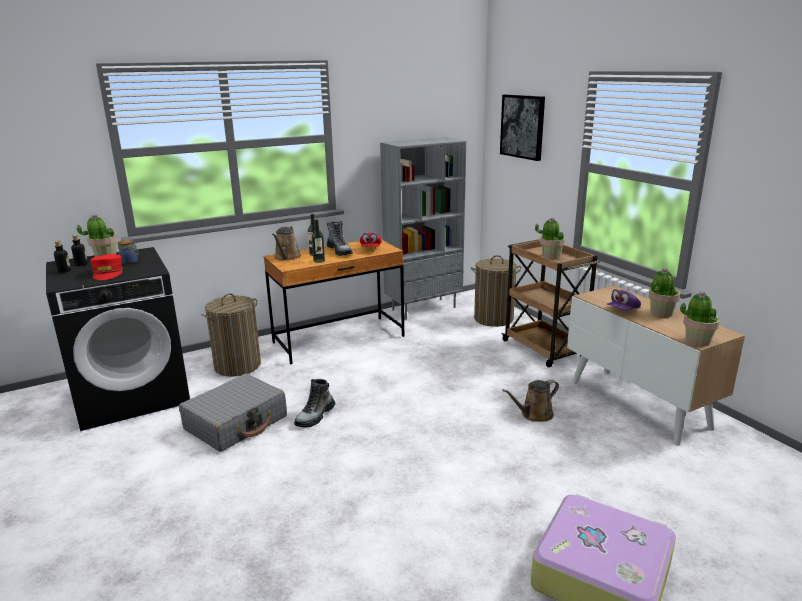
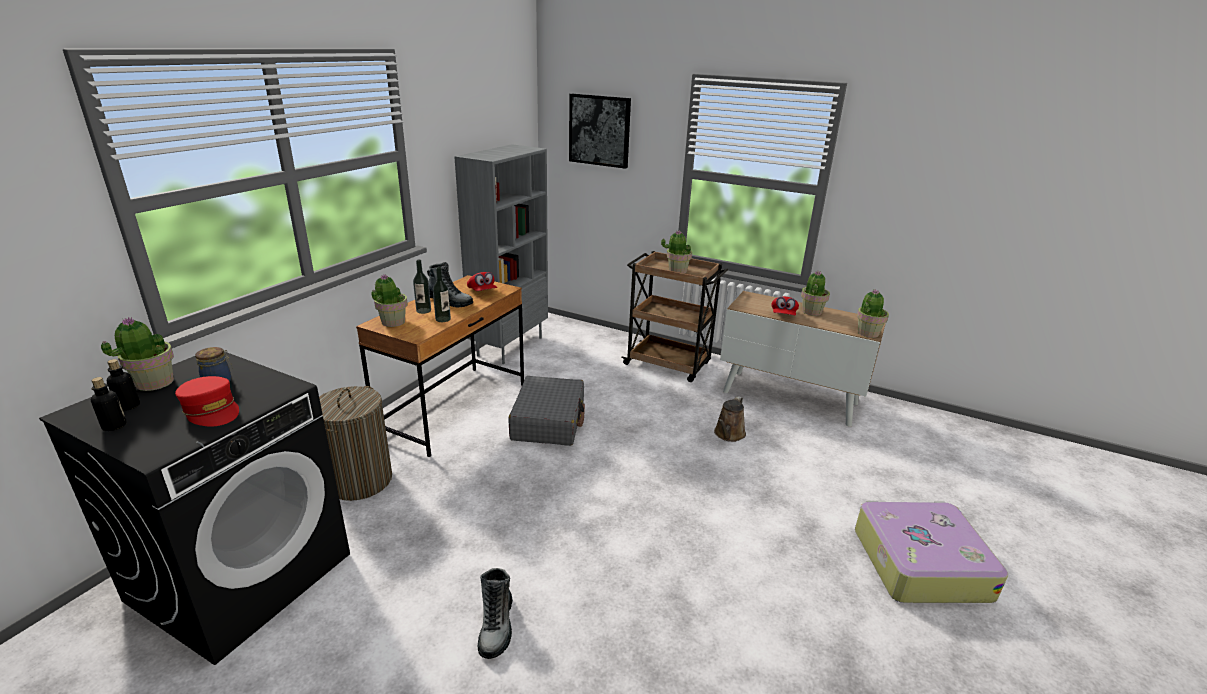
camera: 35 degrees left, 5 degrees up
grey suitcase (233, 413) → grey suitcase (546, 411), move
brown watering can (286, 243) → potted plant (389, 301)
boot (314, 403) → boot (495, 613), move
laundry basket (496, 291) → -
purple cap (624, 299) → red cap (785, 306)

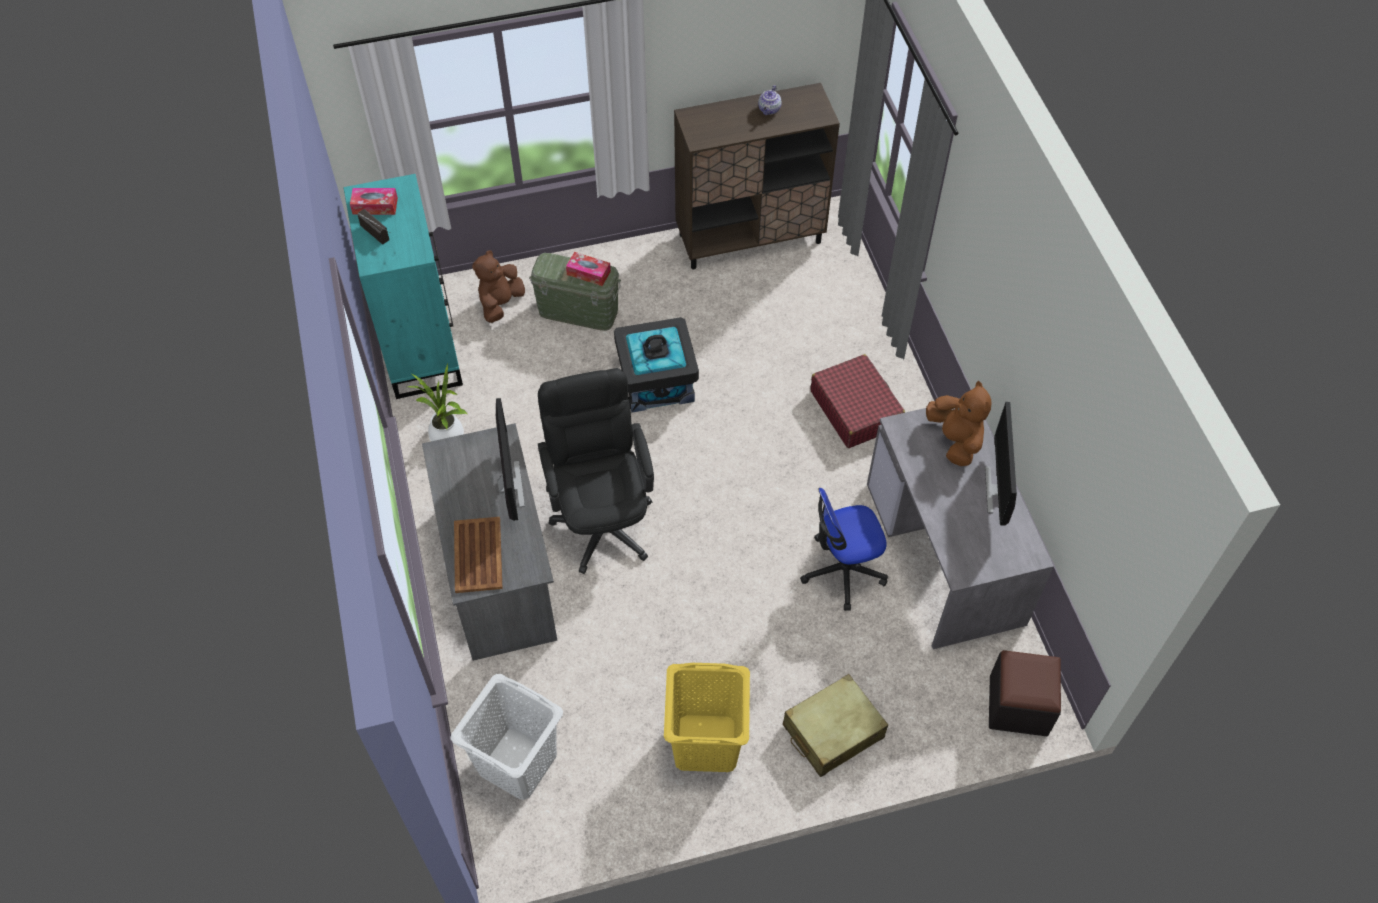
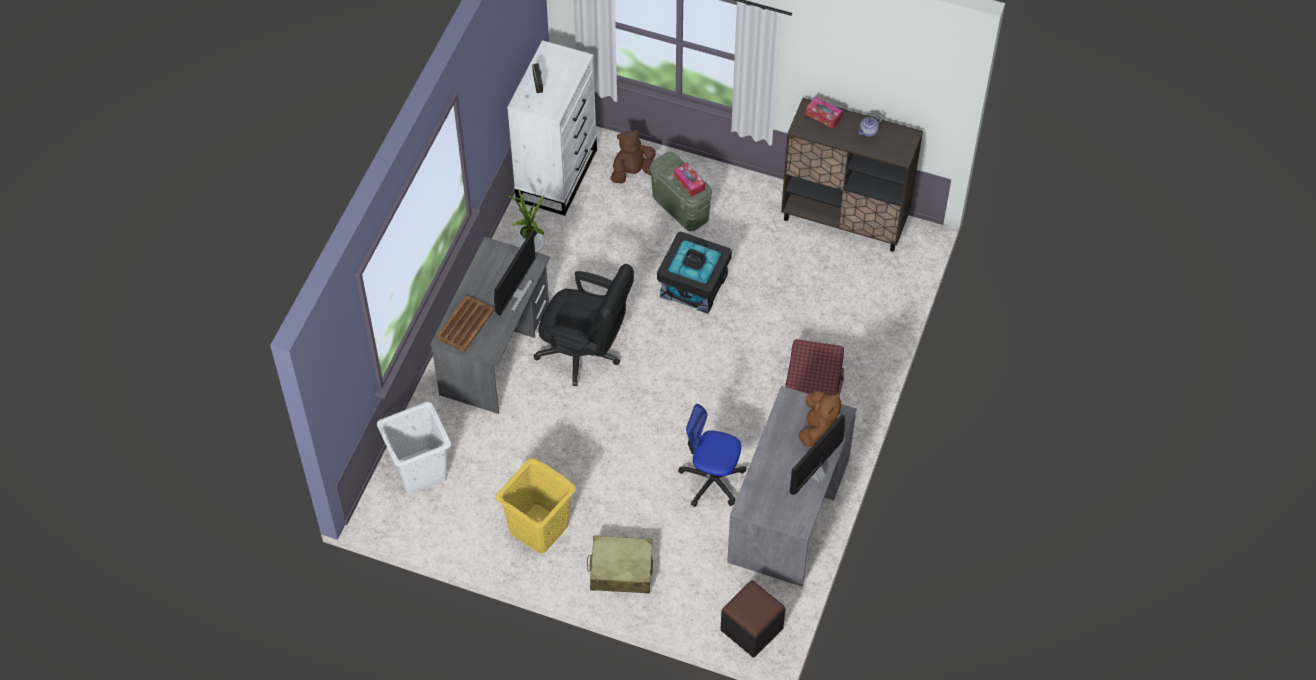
camera: 35 degrees right, 0 degrees up
turquoise dresser (403, 286) → white dresser (552, 128)
tissue box (374, 201) → tissue box (824, 112), move
black office chair (596, 471) → black office chair (583, 325), 90 degrees clockwise

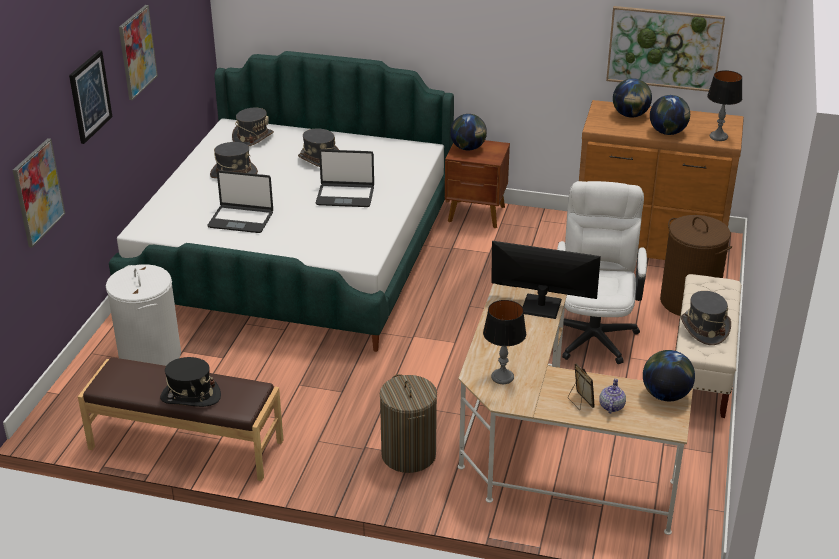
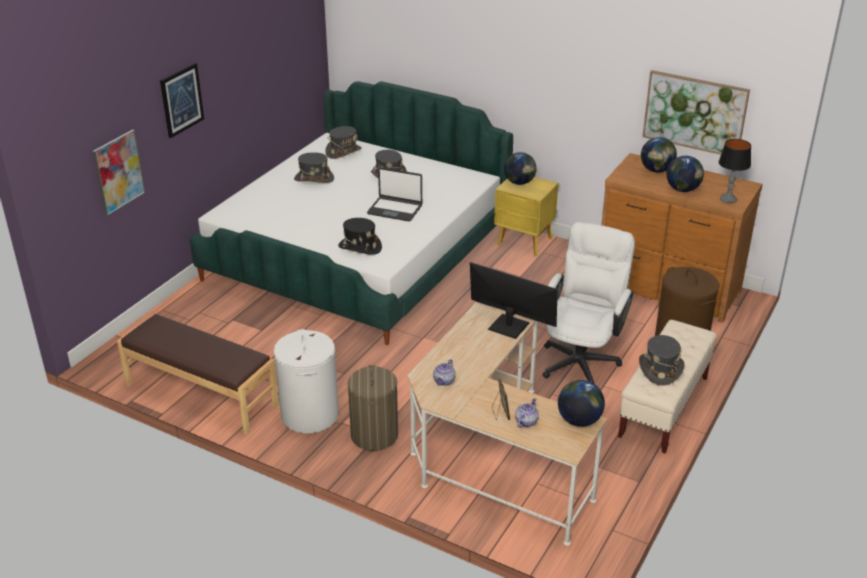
camera: 15 degrees right, 0 degrees up
white laundry basket (143, 315) → white laundry basket (306, 381), move
picture (138, 52) → -
black hat (190, 382) → black hat (360, 236), move
laptop (240, 201) → -
brown nightstand (477, 184) → yellow nightstand (526, 216)
table lamp (504, 342) → teapot (444, 372)

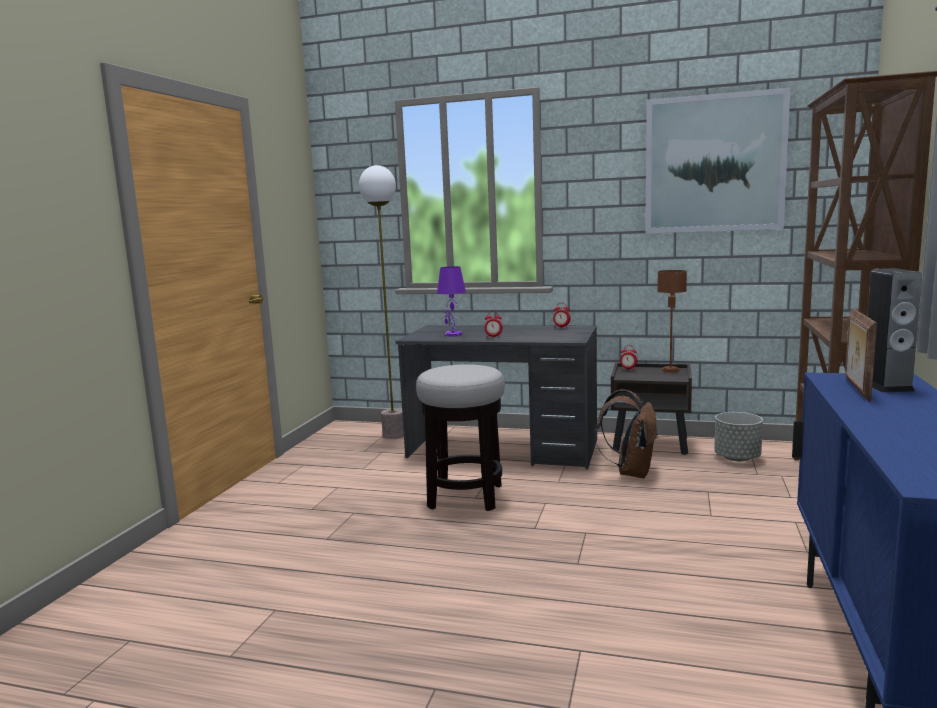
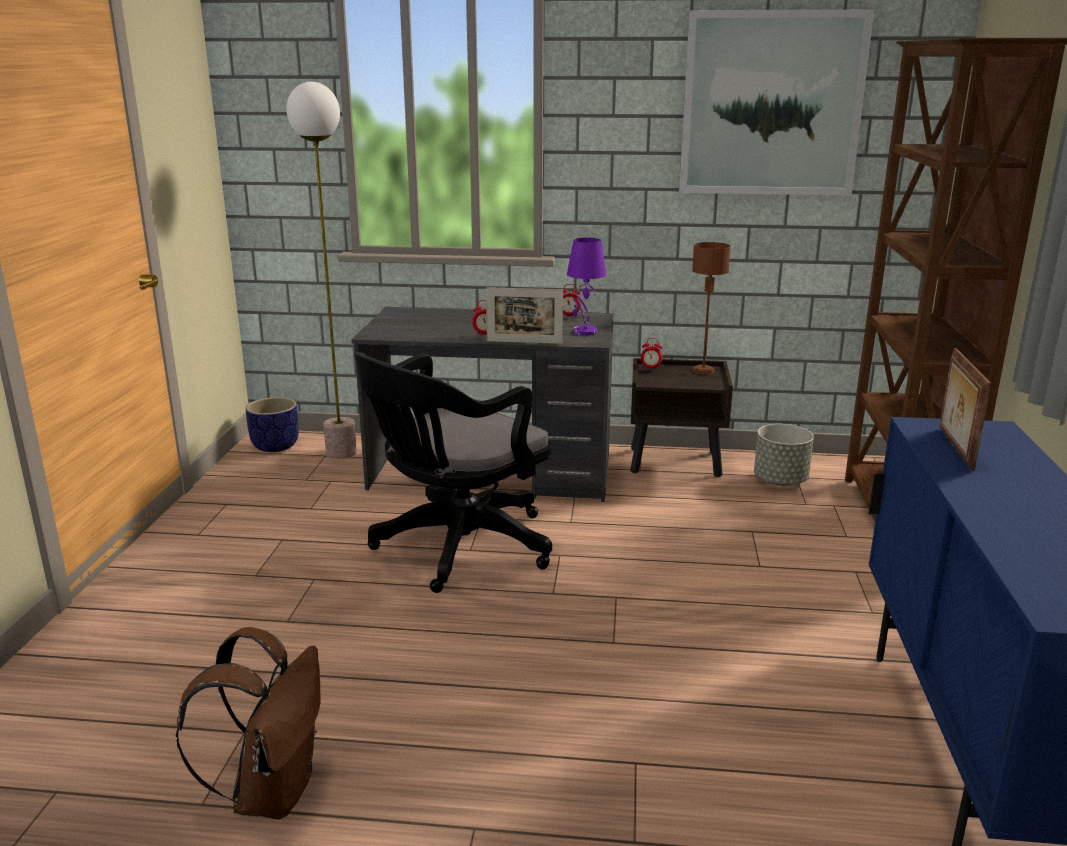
camera: 10 degrees left, 10 degrees up
stool (460, 437) → black office chair (453, 472)
purple table lamp (451, 301) → purple table lamp (587, 286), move
brown backpack (626, 434) → brown backpack (248, 723), move
speaker (895, 330) → -
- → planter (272, 424)
- → picture frame (524, 315)

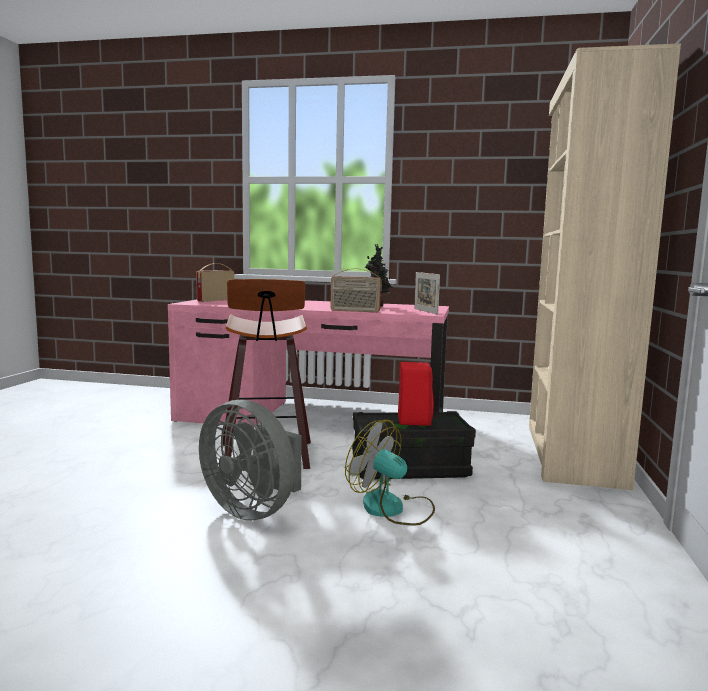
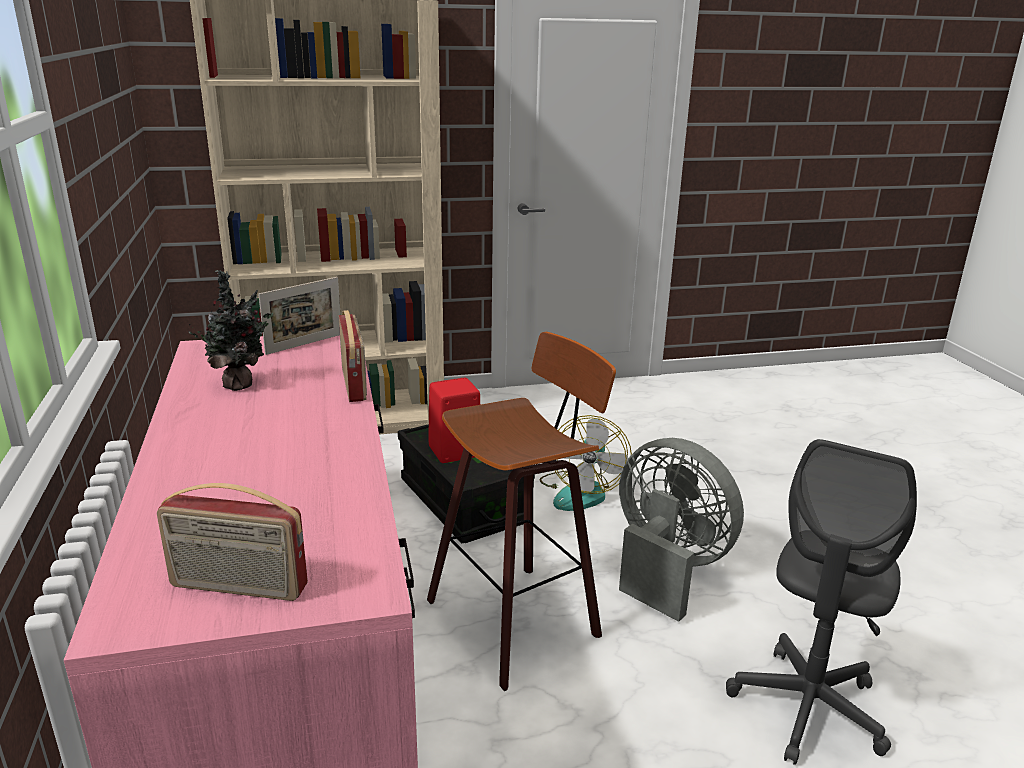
camera: 115 degrees left, 15 degrees up
grey fan (250, 459) → grey fan (681, 530), 60 degrees counterclockwise
- → grey office chair (821, 602)

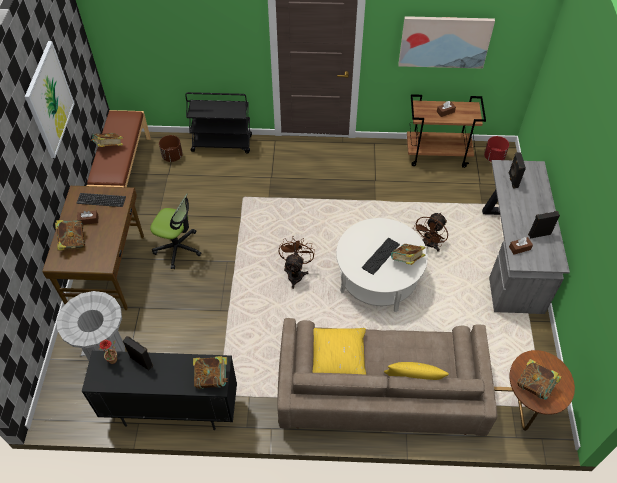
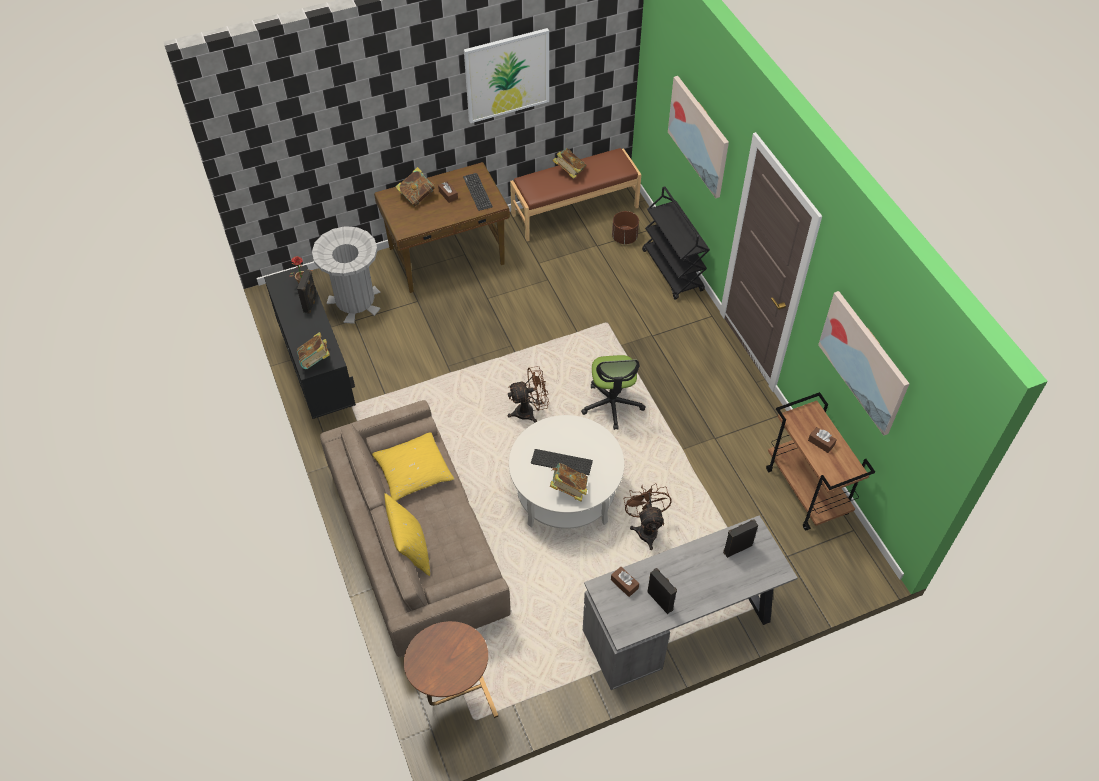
camera: 65 degrees right, 0 degrees up
office chair (175, 231) → office chair (613, 392), move
brown fan (430, 232) → brown fan (648, 516), 75 degrees clockwise
red planter (496, 149) → -
book (539, 379) → -
- → picture (698, 137)

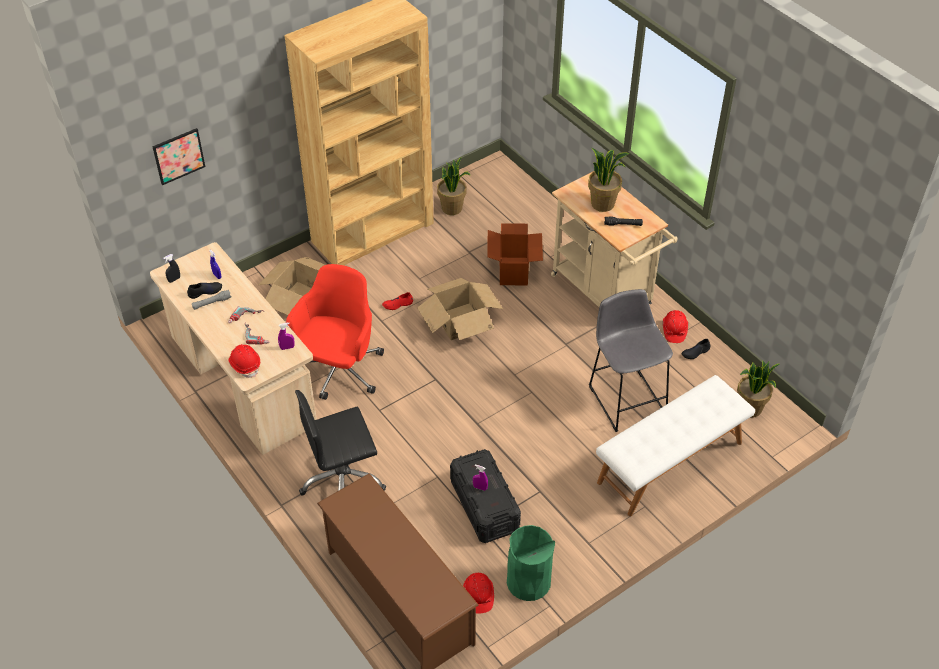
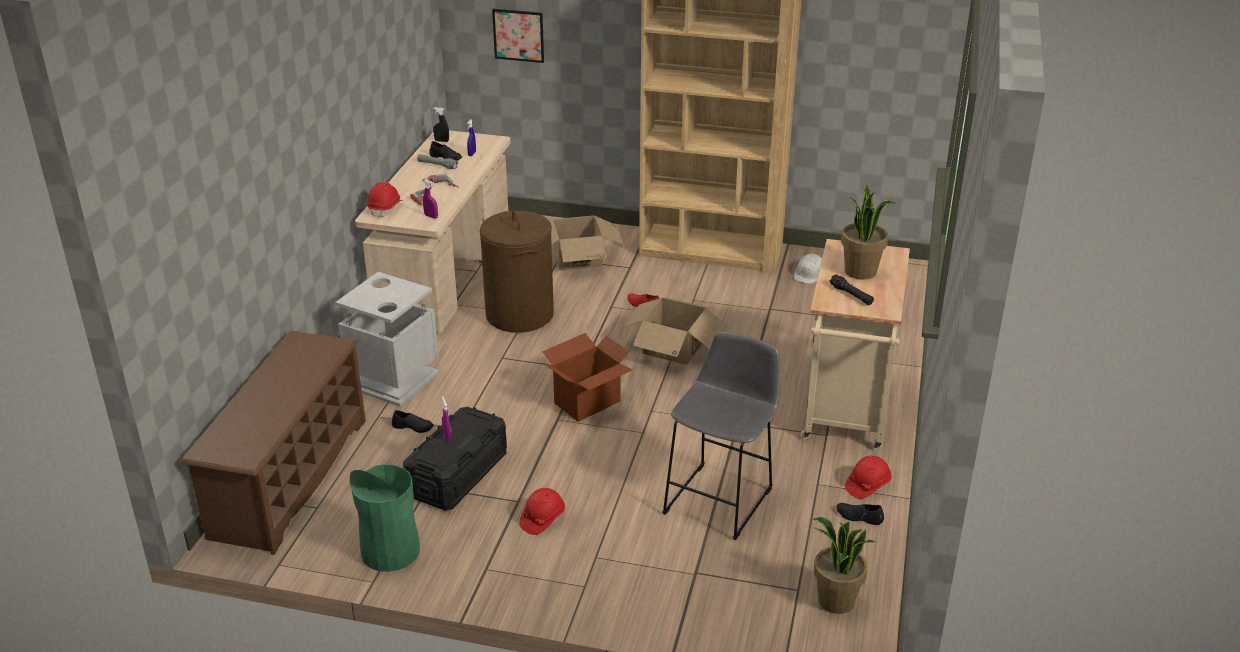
camera: 50 degrees right, 15 degrees down
red office chair (335, 332) → brown laundry basket (517, 272)
black office chair (340, 443) → grey trash can (387, 339)
potted plant (454, 186) → white hard hat (808, 268)
red hard hat (478, 593) → red hard hat (542, 511), move
cardboard box (515, 254) → cardboard box (587, 377), move
white bench (675, 445) → -
- → black shoe (413, 421)

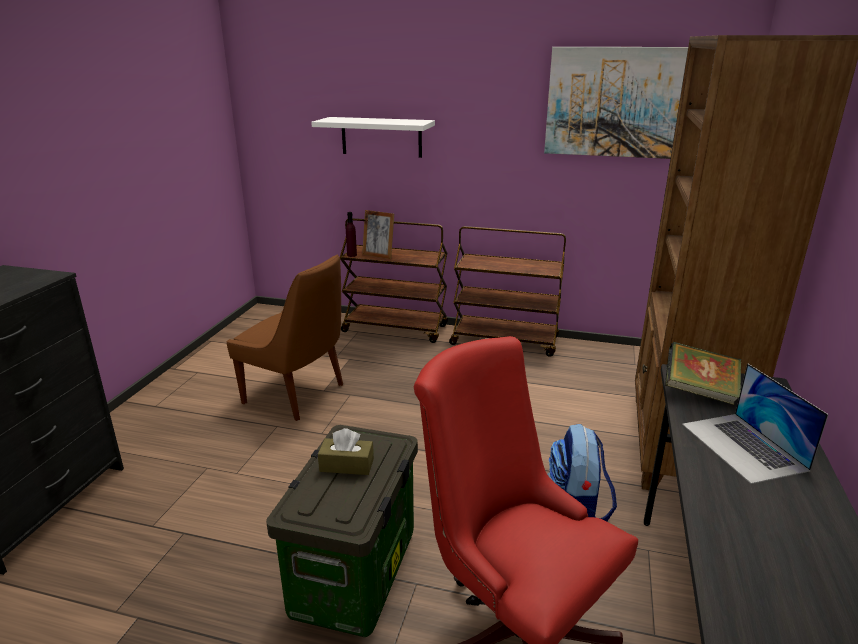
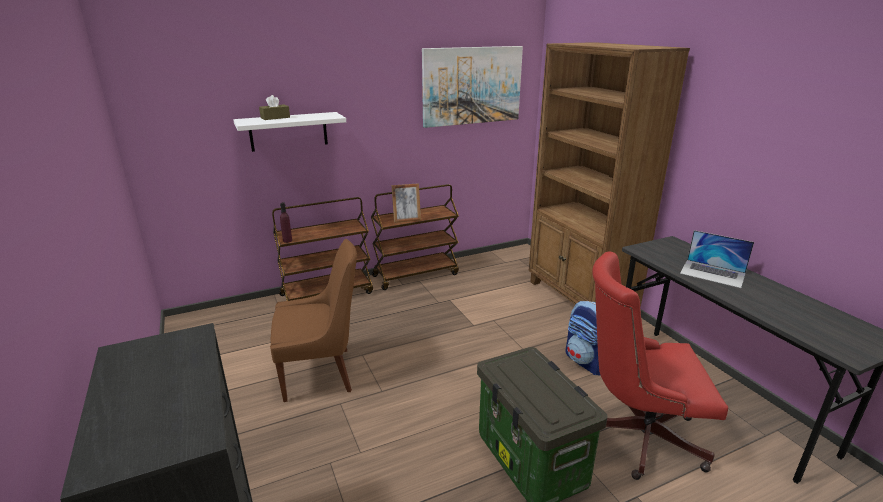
camera: 40 degrees left, 0 degrees up
brown tissue box (346, 451) → brown tissue box (274, 107), move
picture frame (378, 234) → picture frame (406, 203), move
book (703, 373) → -

